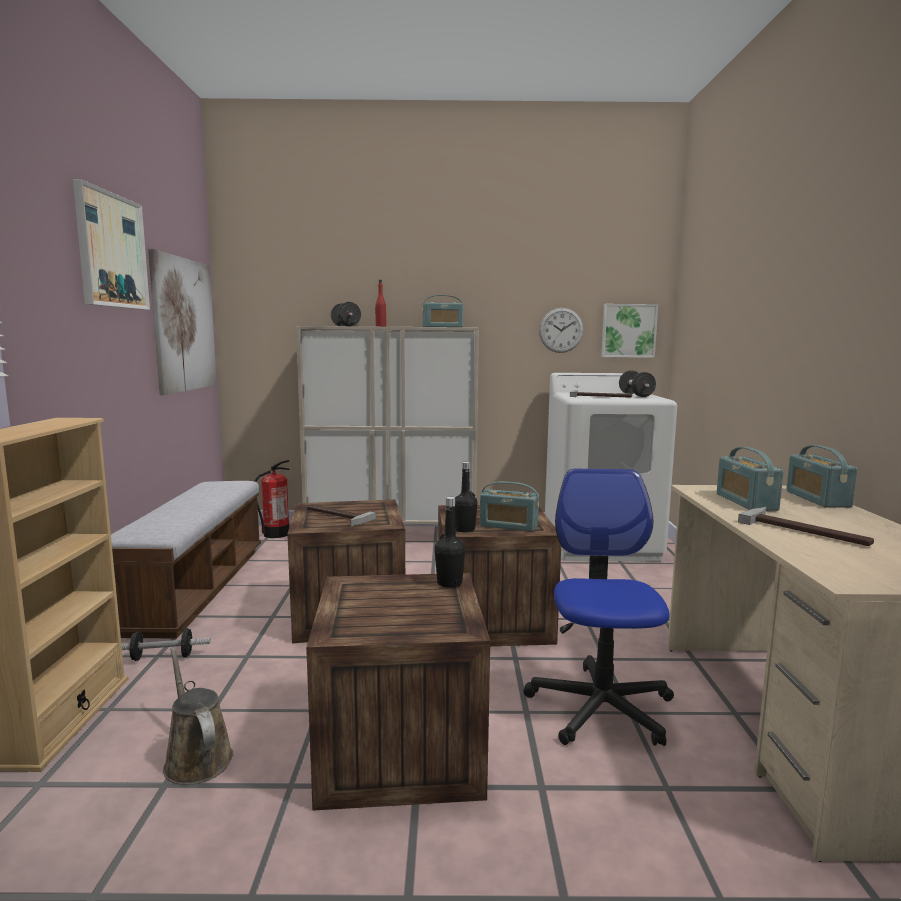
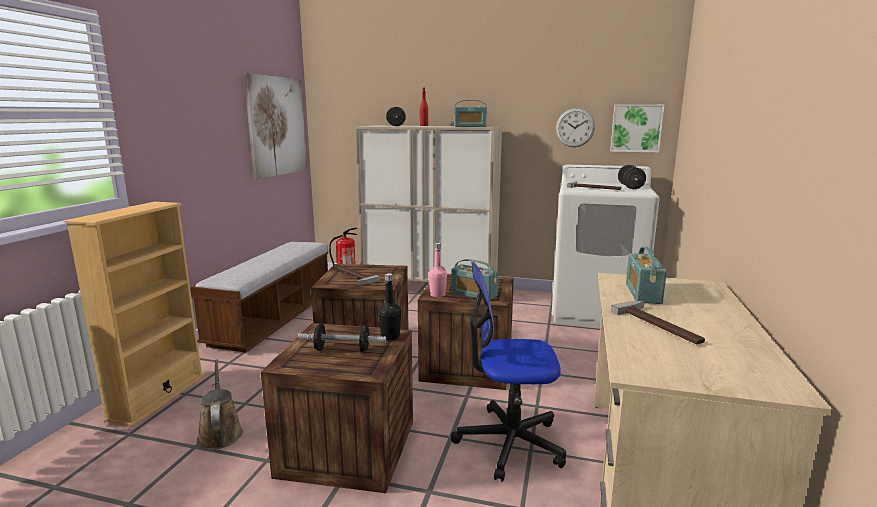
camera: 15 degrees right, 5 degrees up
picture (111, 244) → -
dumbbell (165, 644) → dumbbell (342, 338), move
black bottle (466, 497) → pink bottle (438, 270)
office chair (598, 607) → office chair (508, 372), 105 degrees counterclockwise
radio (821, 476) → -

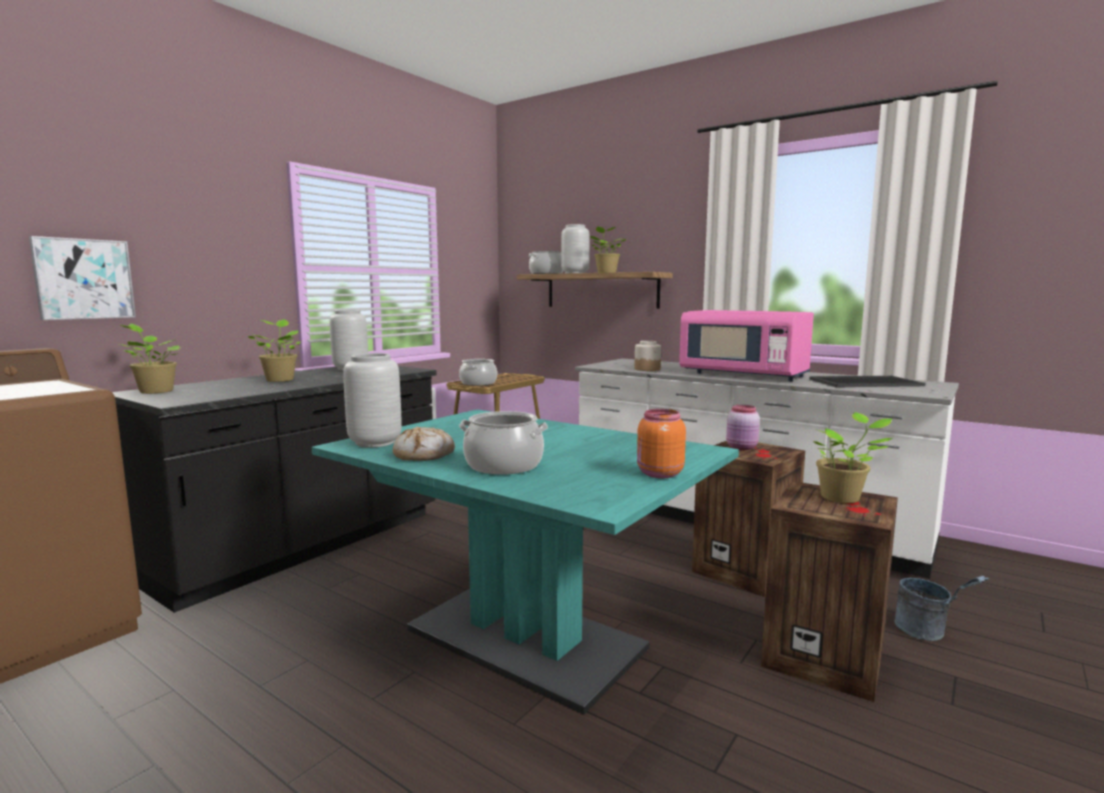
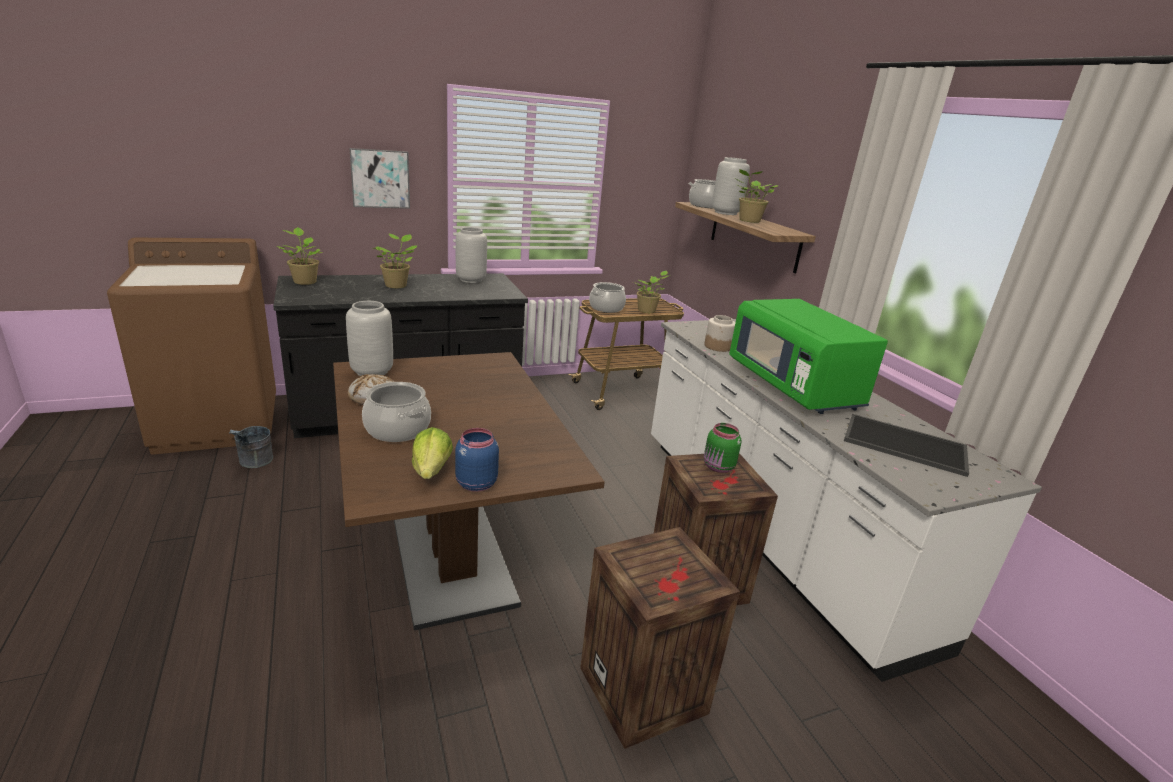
camera: 30 degrees right, 15 degrees up
picture (82, 278) → picture (379, 178), move
turquoise dining table (525, 562) → brown dining table (469, 491)
orange jar (661, 443) → blue jar (477, 460)
pink microwave (746, 345) → green microwave (808, 356)
pink jar (743, 427) → green jar (723, 448)
potted plant (853, 457) → potted plant (652, 292), move
grey bucket (941, 608) → grey bucket (251, 447), move
- → lettuce (432, 453)

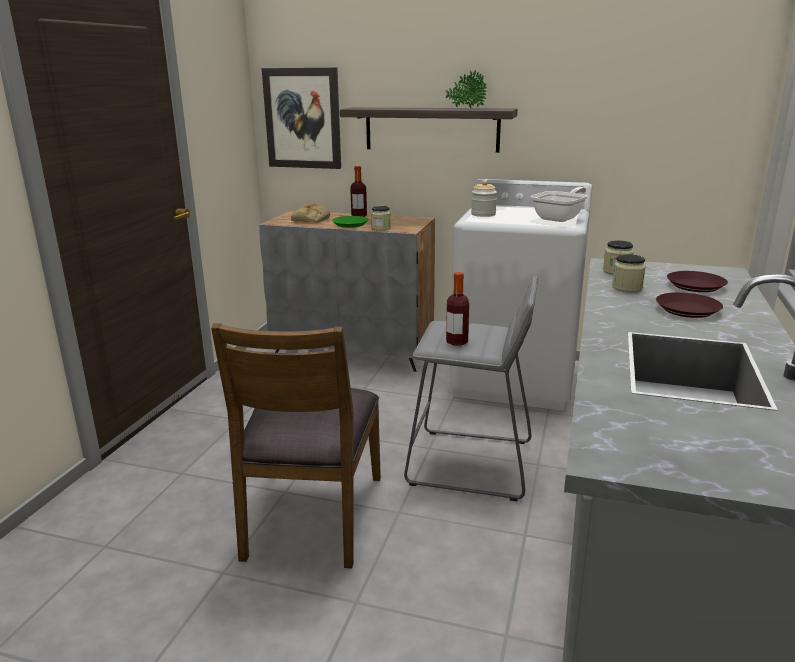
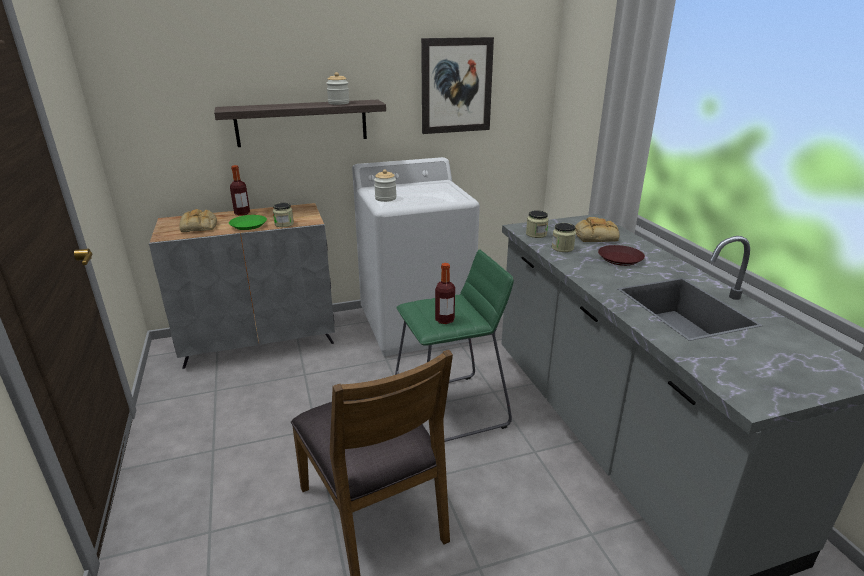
camera: 35 degrees left, 5 degrees up
picture (301, 118) → picture (457, 85), move
grey stool (471, 388) → green stool (454, 346)
potted plant (466, 89) → jar (337, 88)
frying pan (559, 204) → -
brown plate (697, 281) → bread (597, 229)

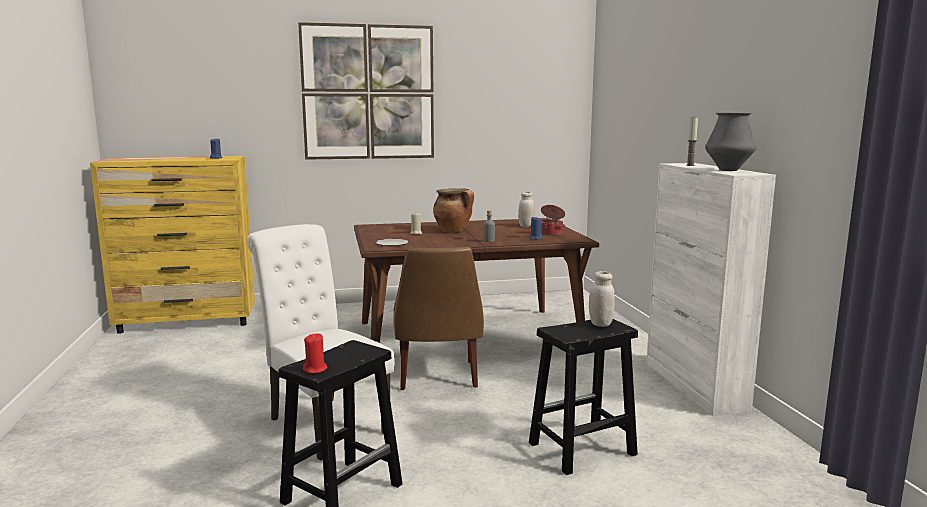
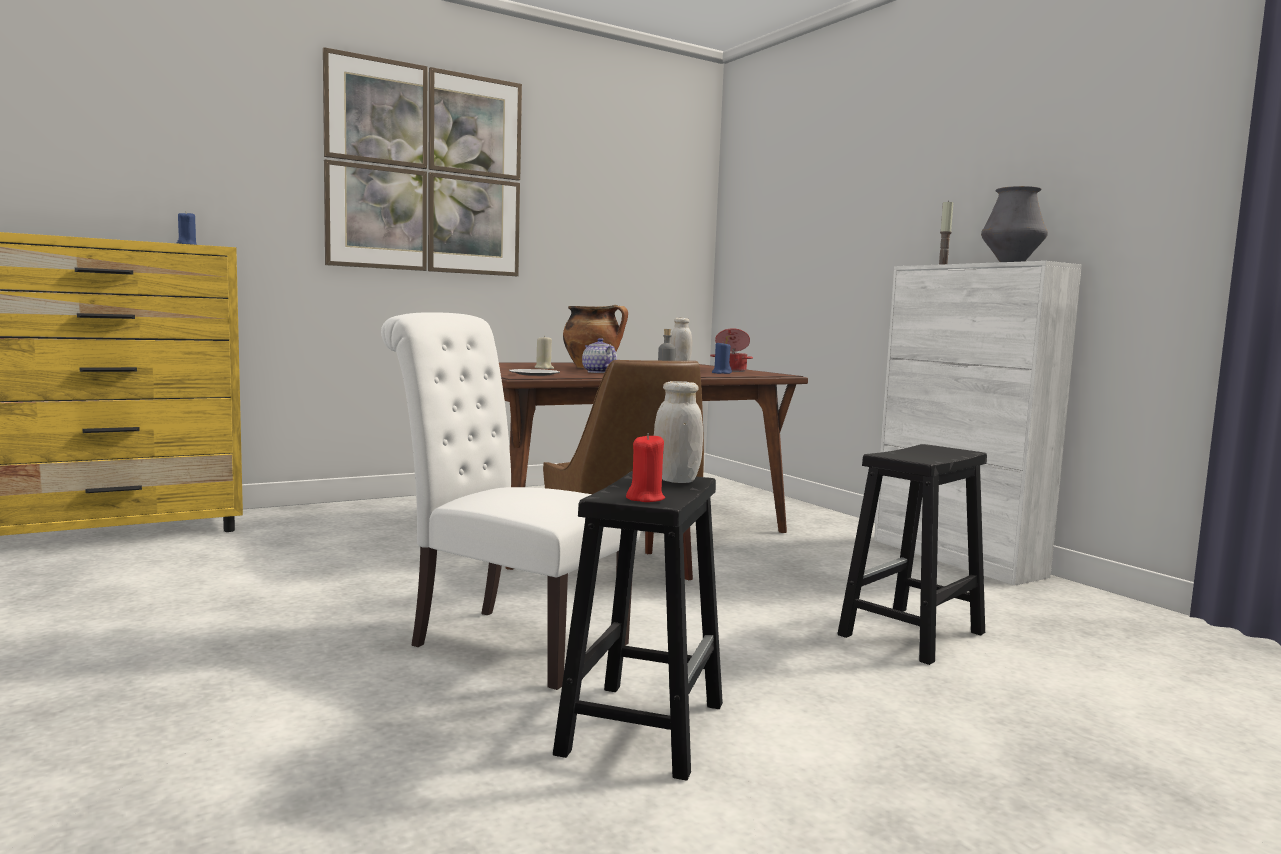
camera: 20 degrees left, 5 degrees down
white jar (602, 299) → white jar (678, 432), move
- → teapot (599, 355)

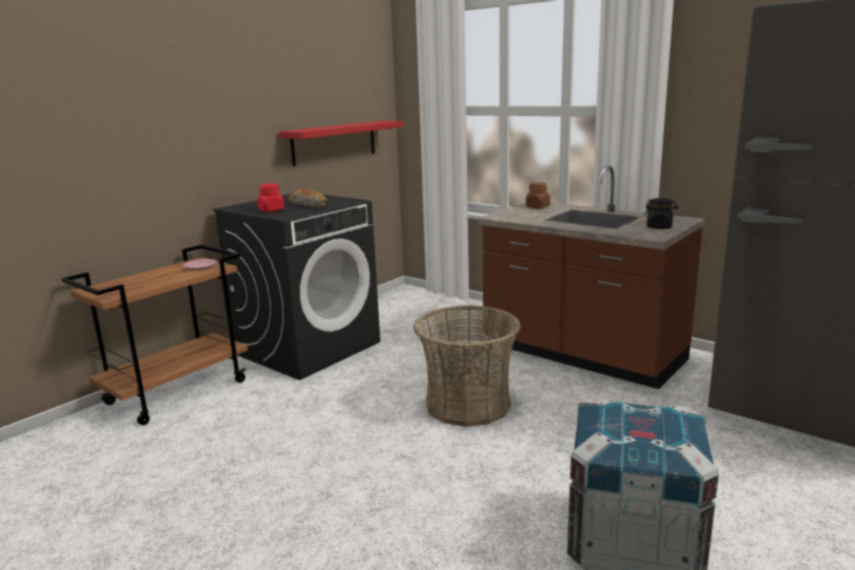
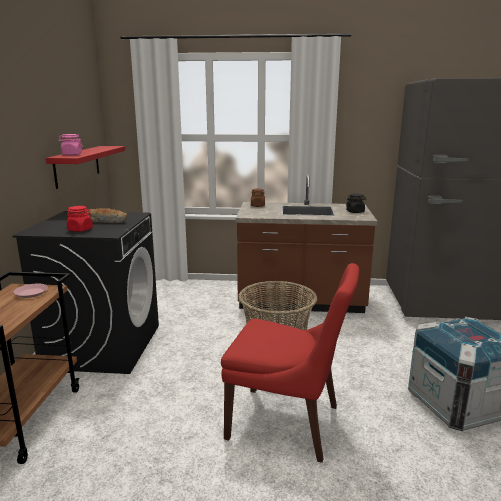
camera: 35 degrees left, 0 degrees up
- → pink jar (70, 144)
- → red chair (290, 363)

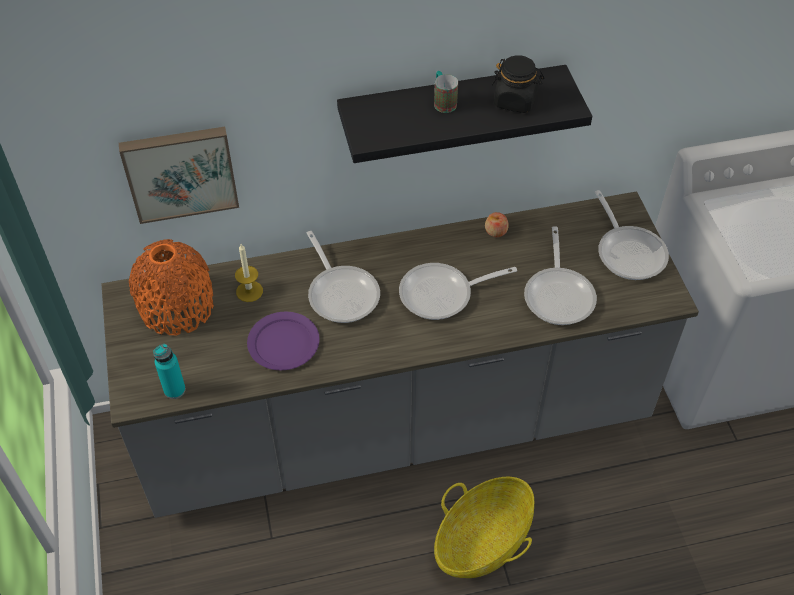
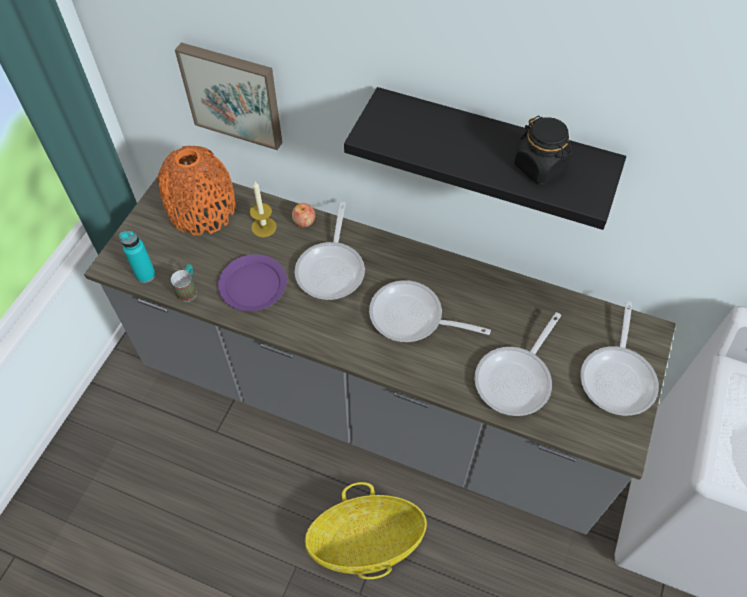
camera: 35 degrees right, 5 degrees up
mug (446, 92) → mug (184, 283), move
apple (497, 224) → apple (303, 215), move

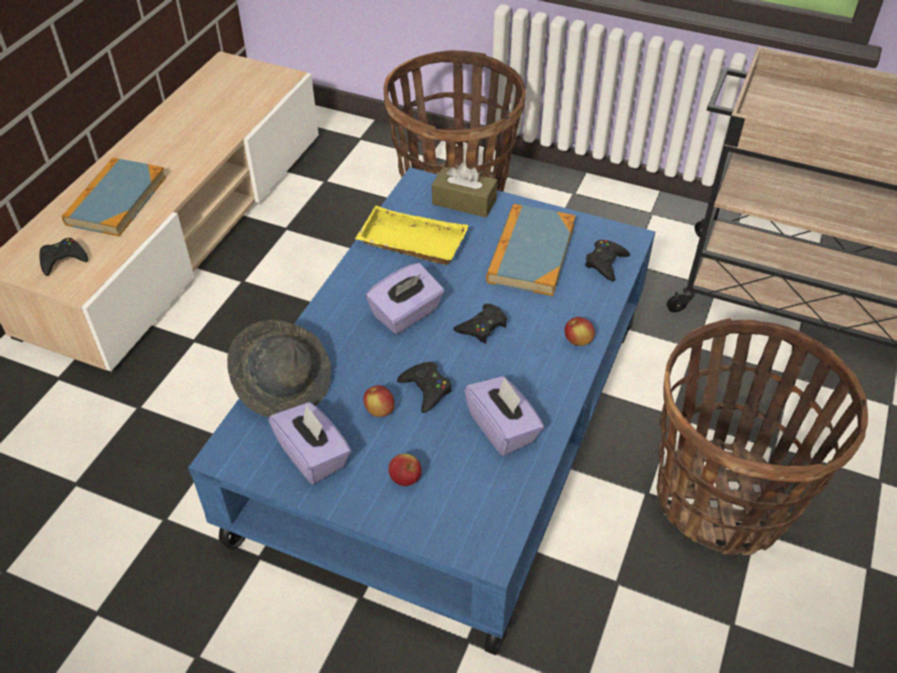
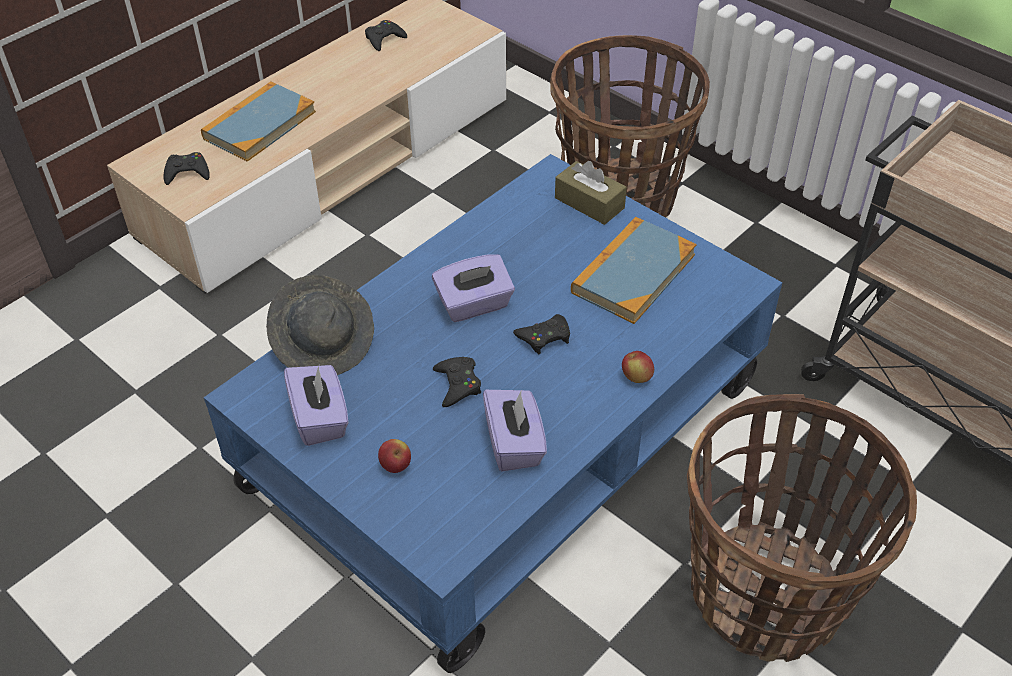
camera: 20 degrees right, 0 degrees up
yellow tray (412, 235) → -
apple (379, 401) → -
black game controller (607, 260) → black game controller (386, 35), move

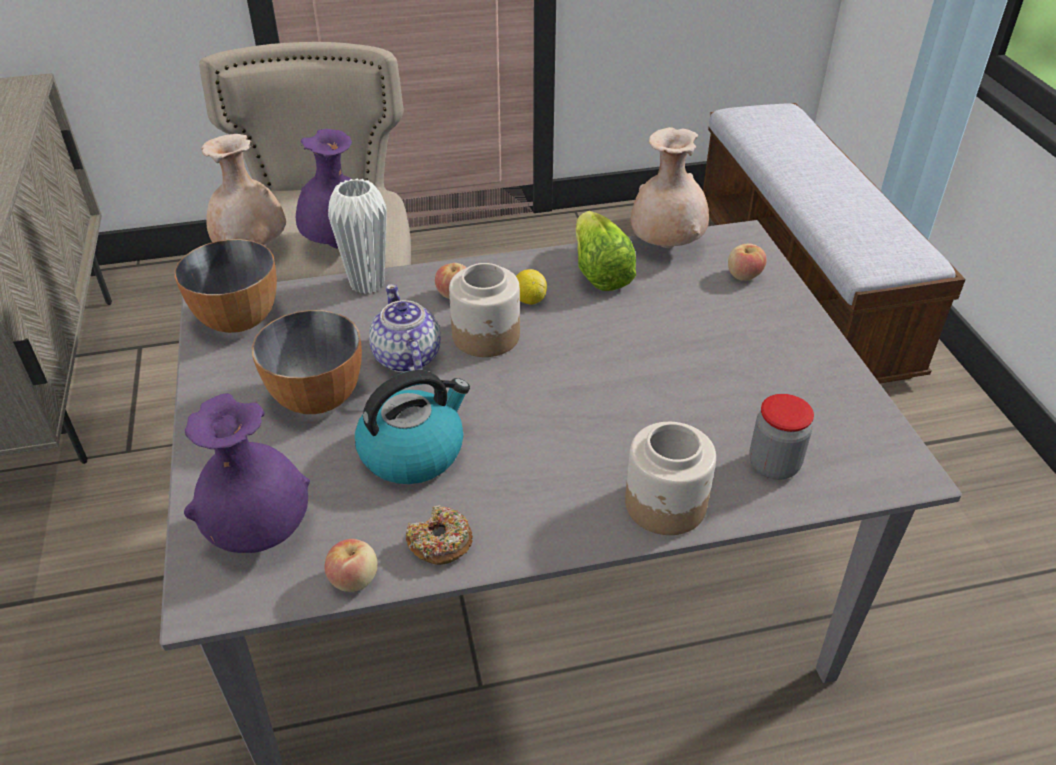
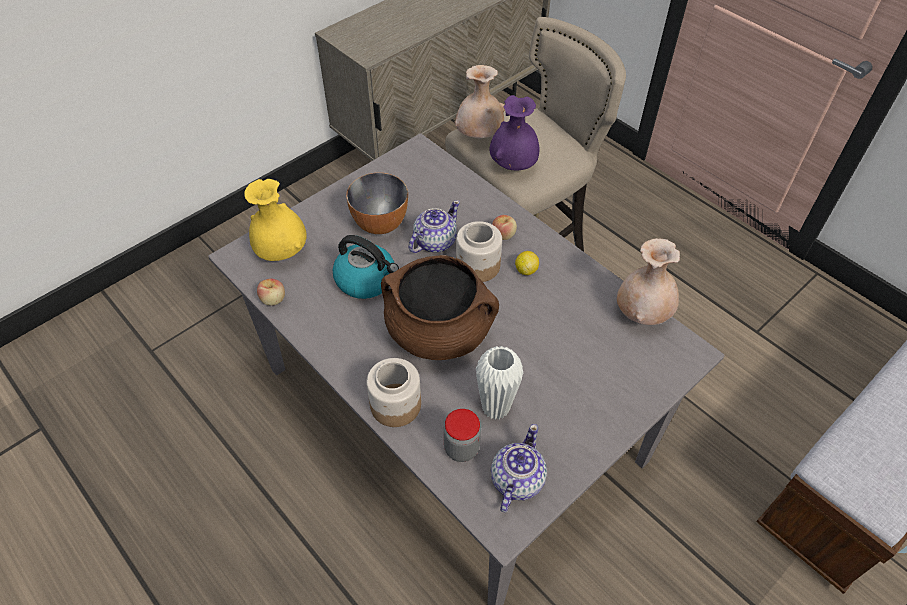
camera: 60 degrees right, 10 degrees up
bowl (226, 286) → -
purple vase (247, 473) → yellow vase (275, 220)
white vase (357, 236) → white vase (499, 382), move
donut (439, 535) → -
lettuce (606, 251) → -
apple (747, 262) → -
- → brown cooking pot (440, 307)
- → teapot (519, 468)

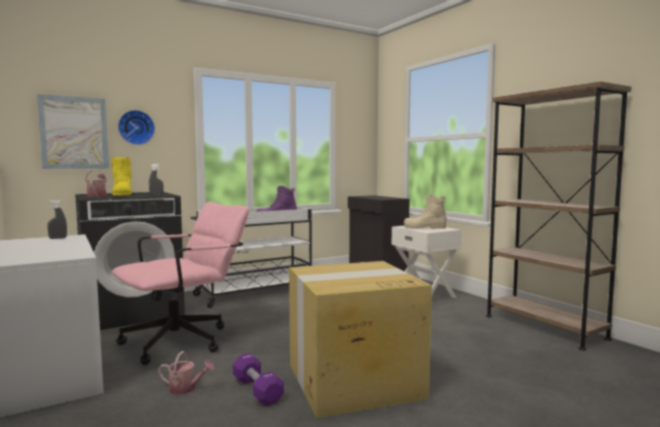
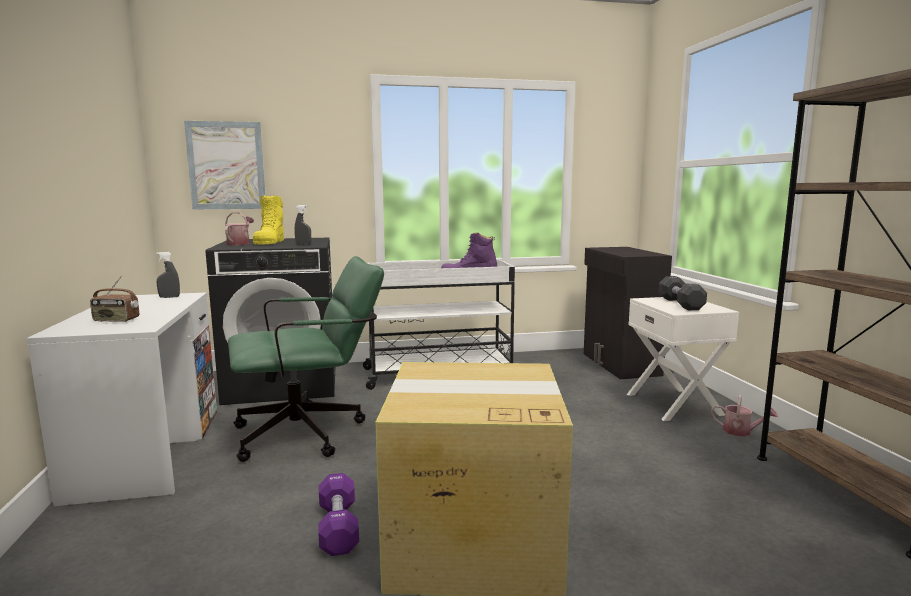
camera: 20 degrees right, 5 degrees up
pink office chair (180, 283) → green office chair (306, 359)
wall clock (136, 127) → -
watering can (186, 373) → watering can (744, 416), move
beige boot (425, 212) → black dumbbell (683, 293)
- → radio (114, 298)

